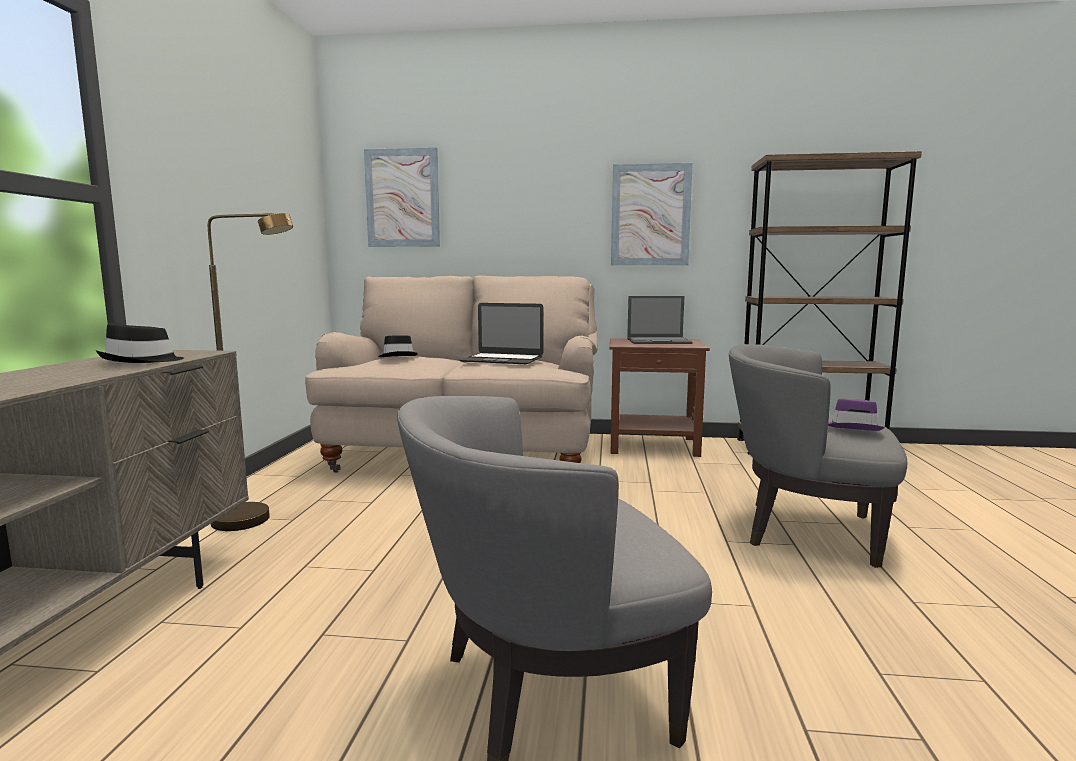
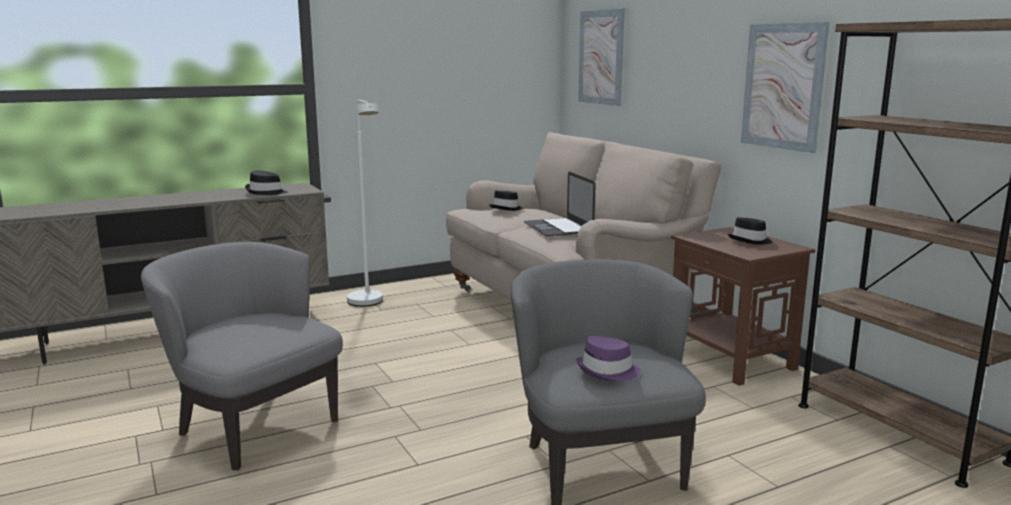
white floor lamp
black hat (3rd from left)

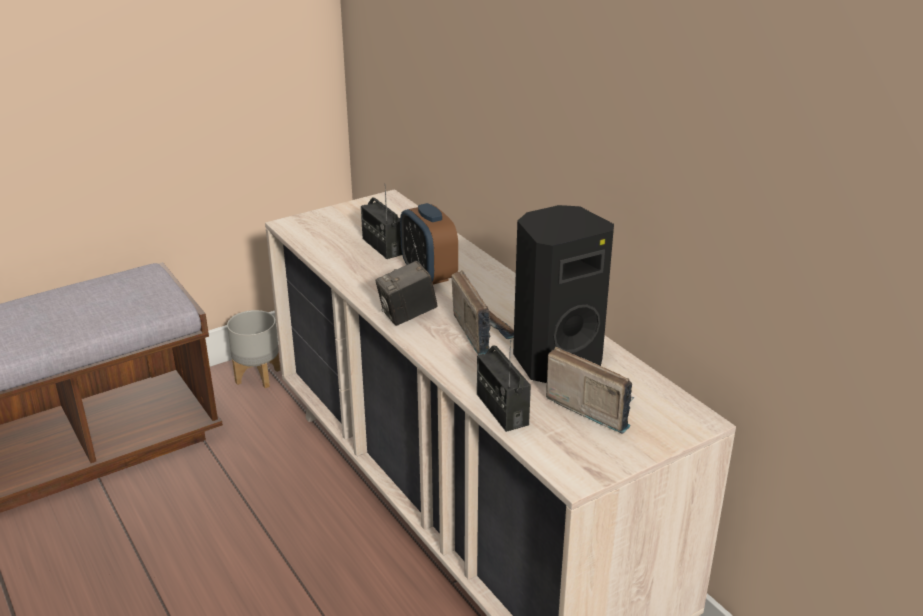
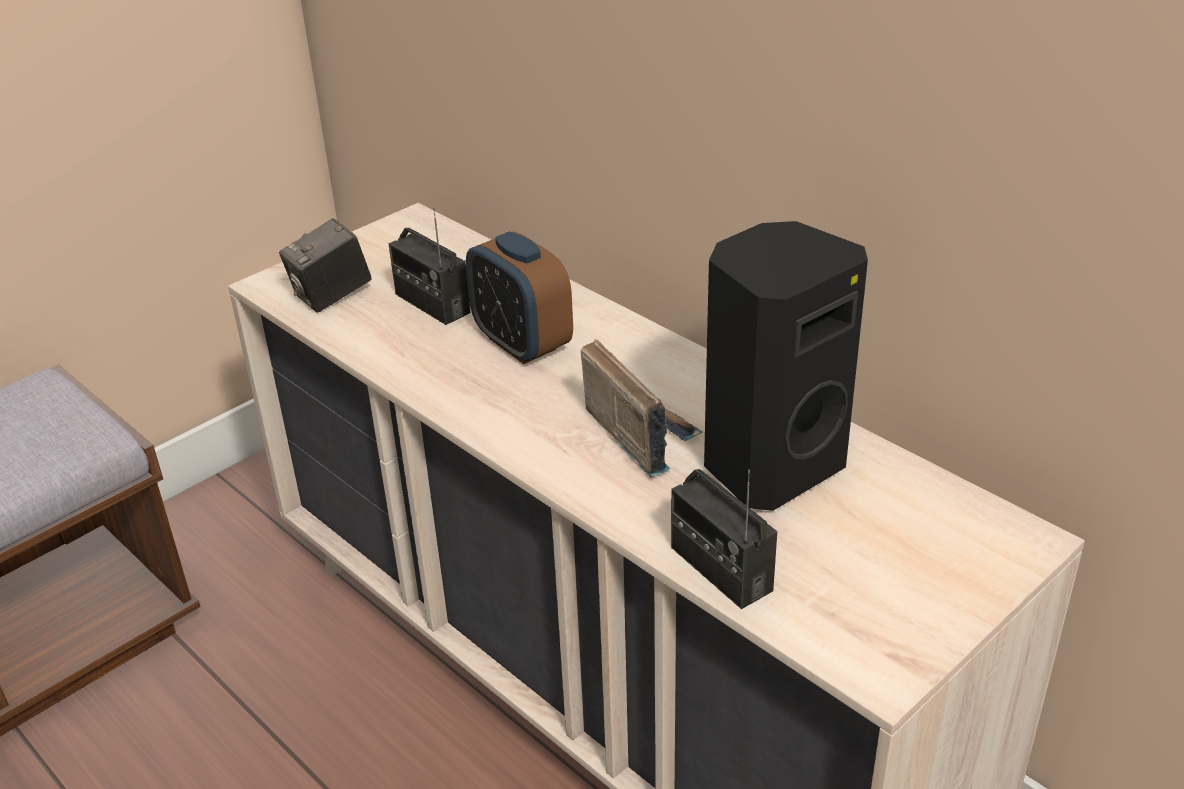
grey planter
photo camera
radio (4th from left in the first image)

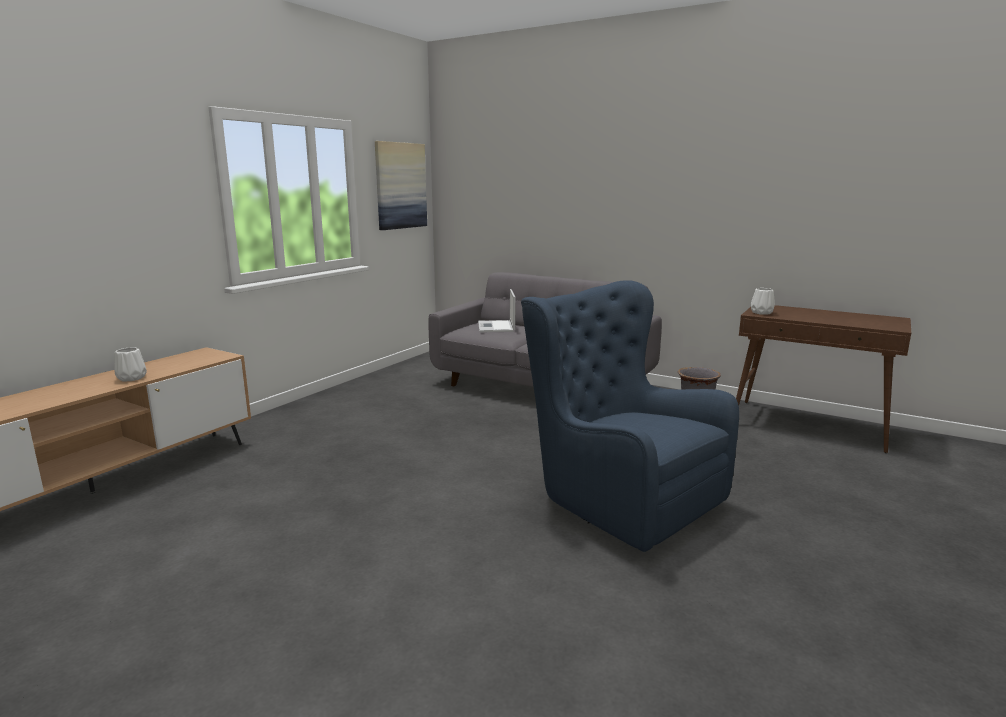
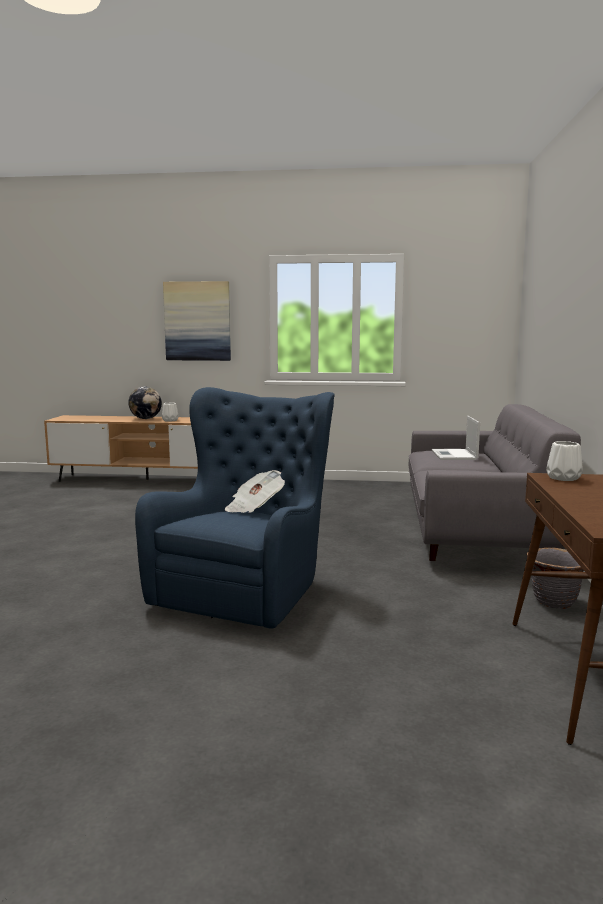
picture
laptop
globe
newspaper

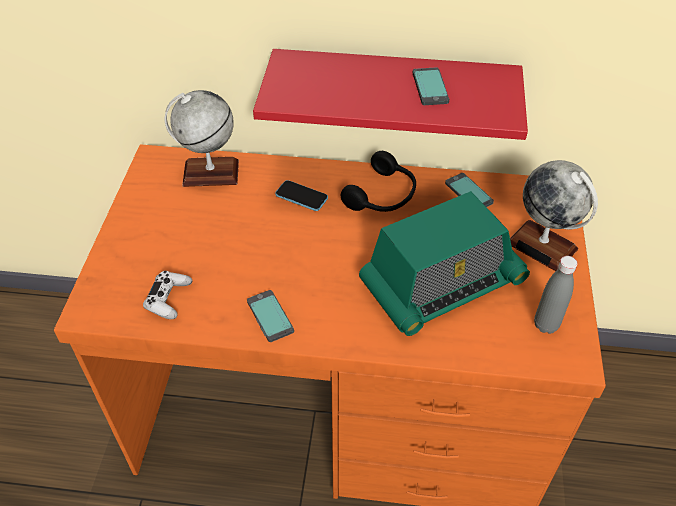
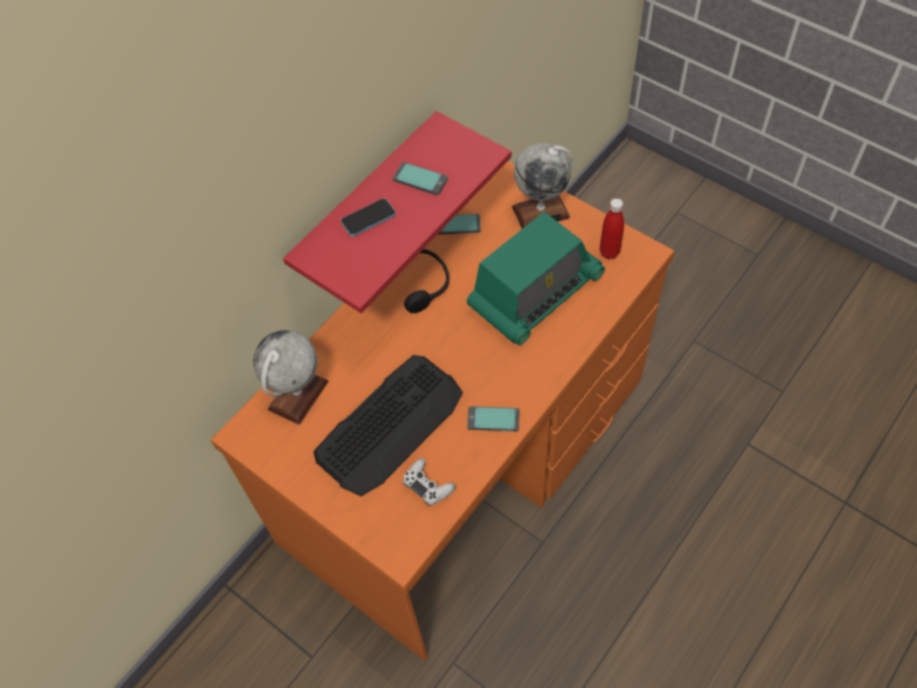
phone (1st from left)
radio
red bottle
keyboard

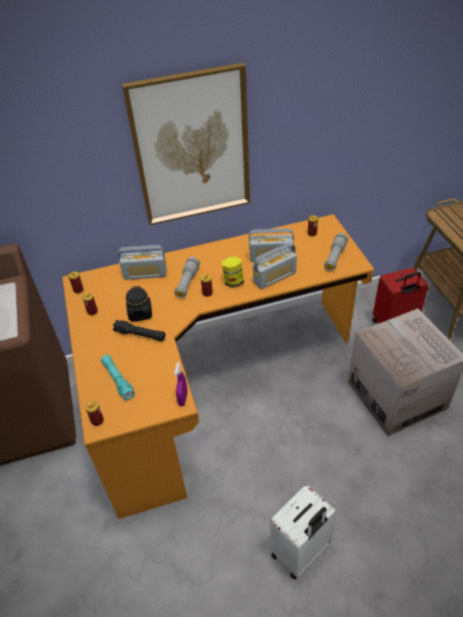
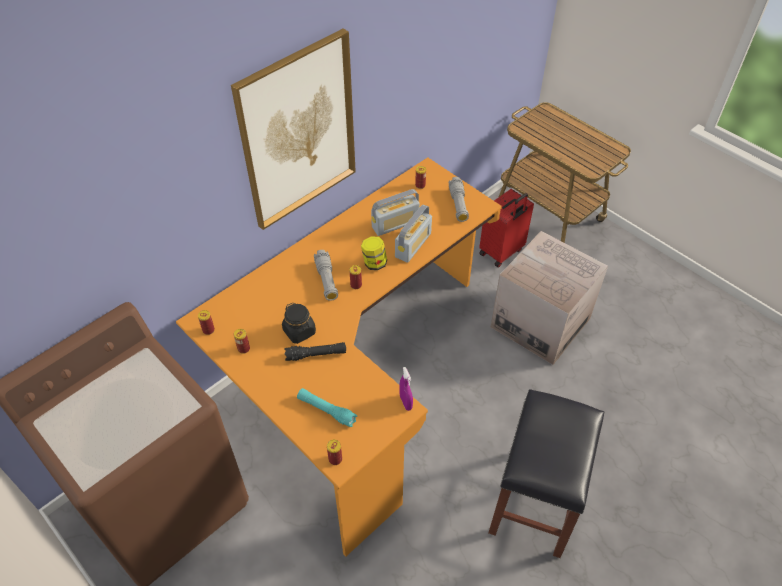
radio (1st from left in the first image)
black stool

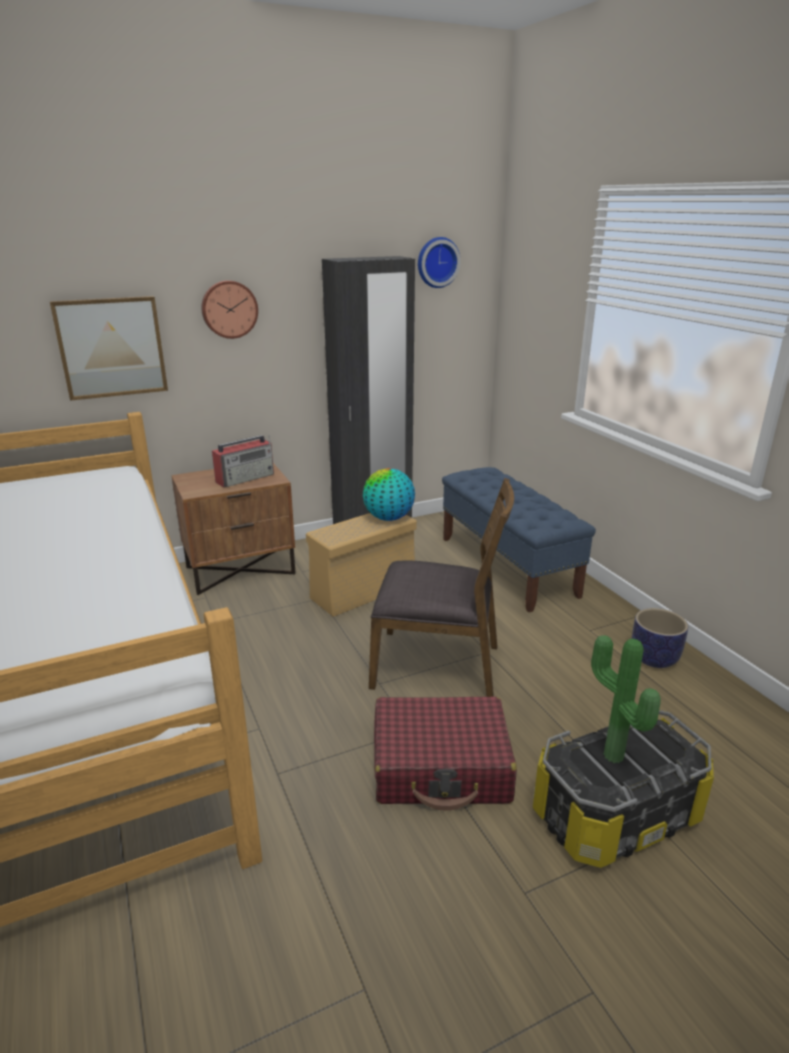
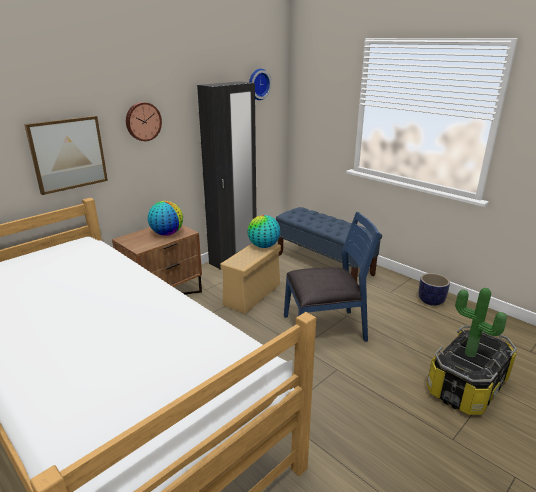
globe (1st from left)
blue chair
red suitcase

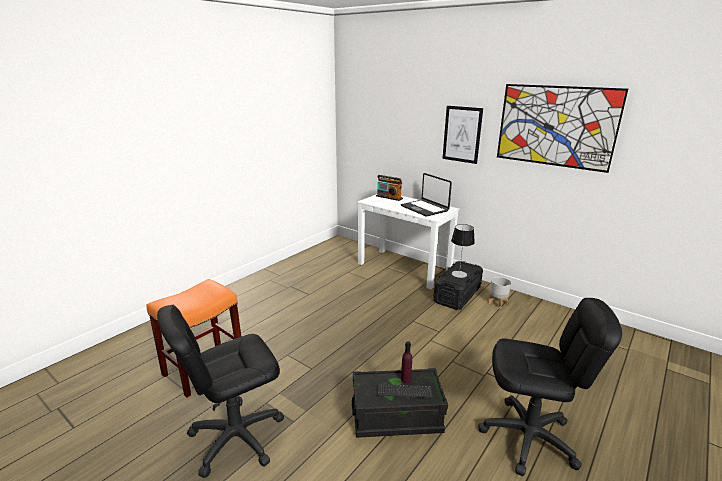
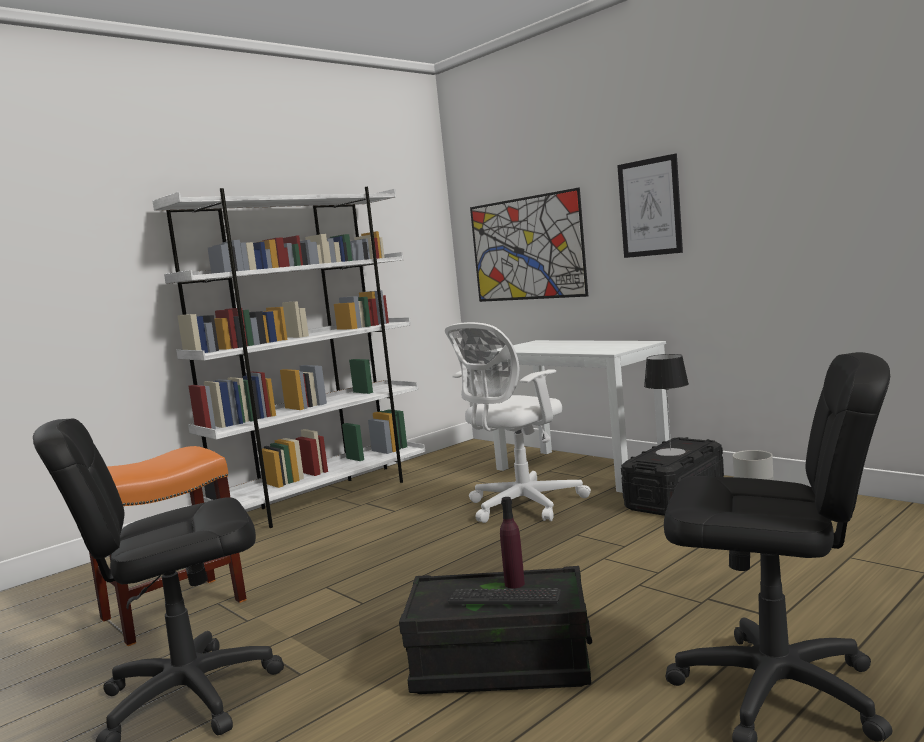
radio
laptop
picture (1st from left)
white bookcase
white office chair

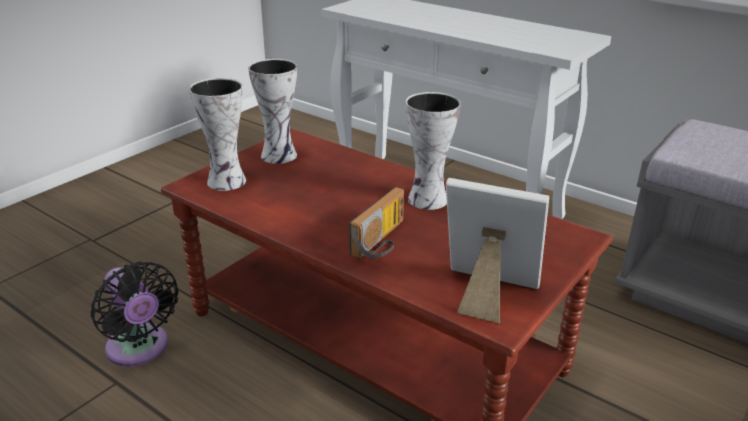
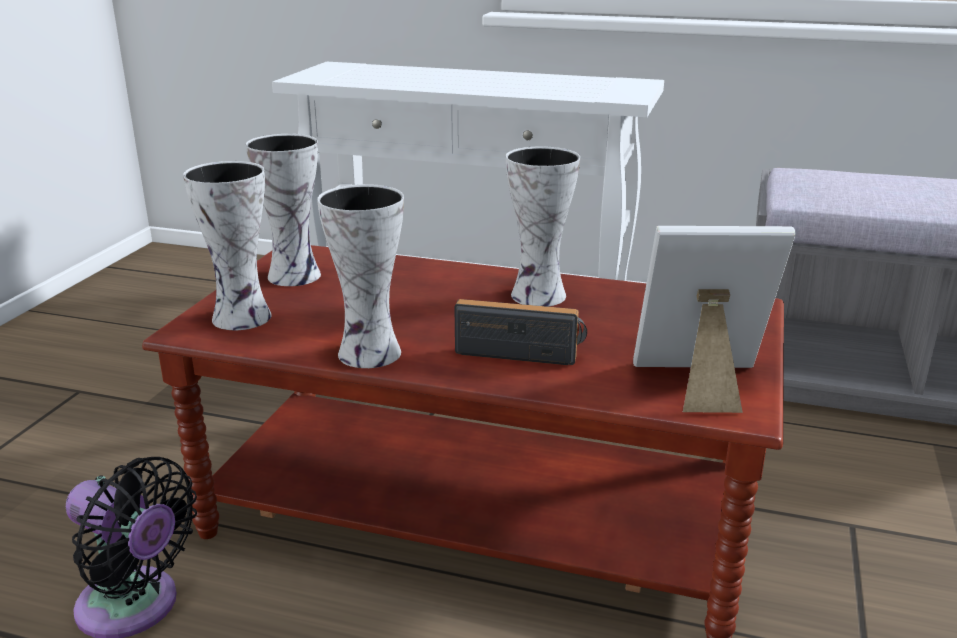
radio
vase (3rd from left)

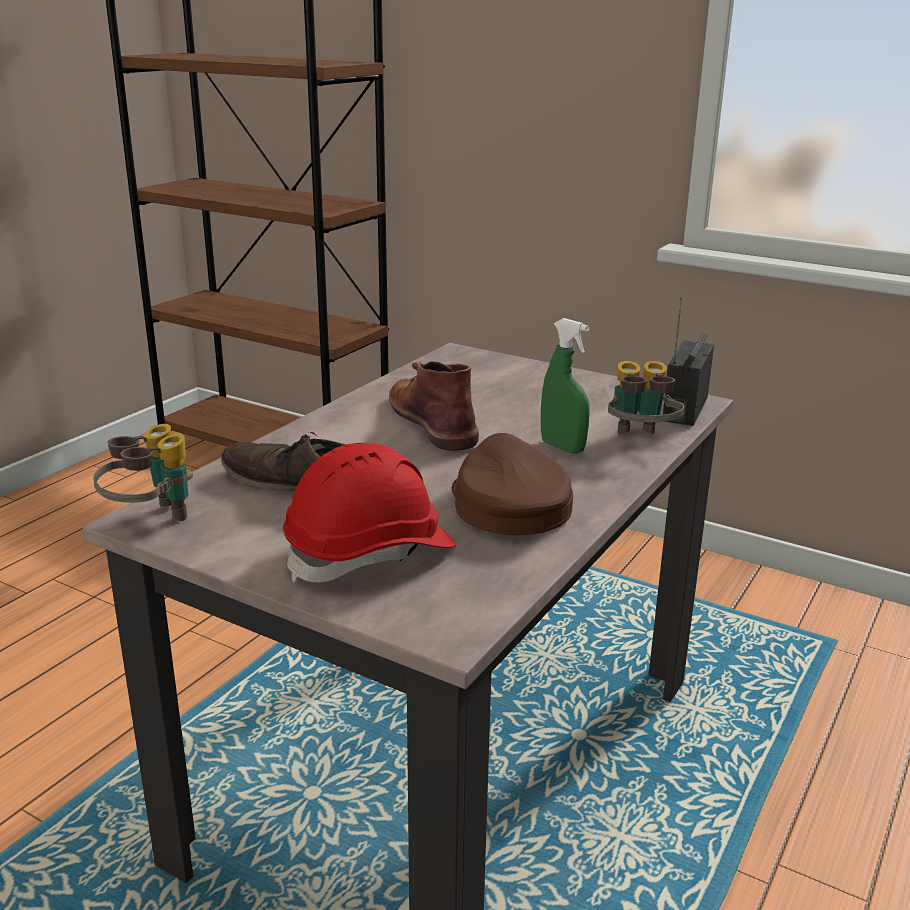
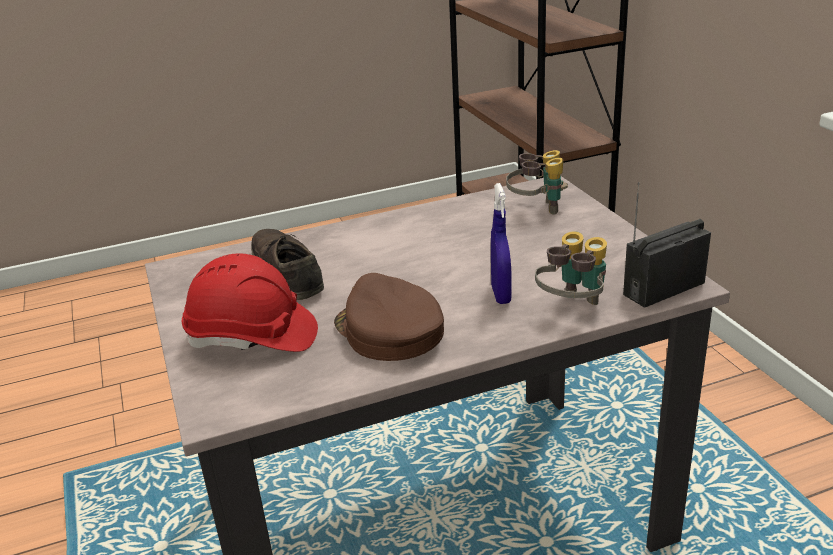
binoculars (1st from left)
brown boot
brown cap
blue spray bottle

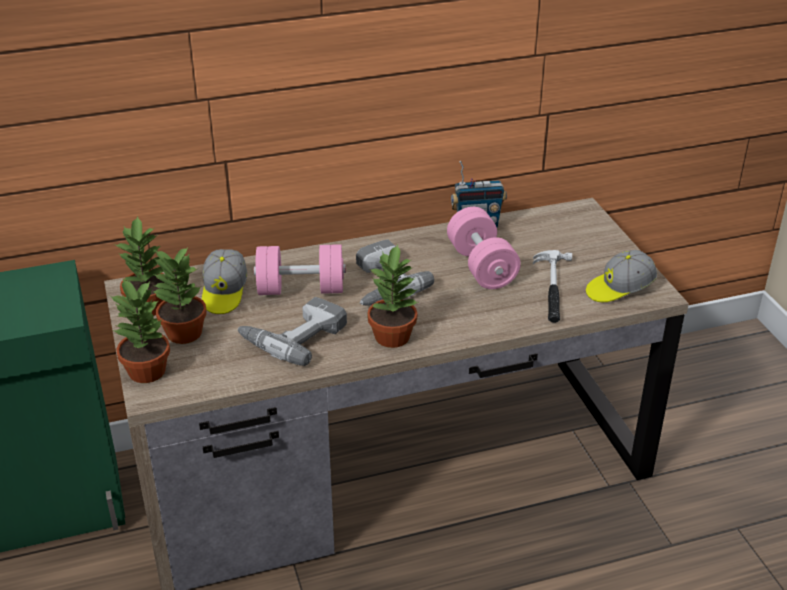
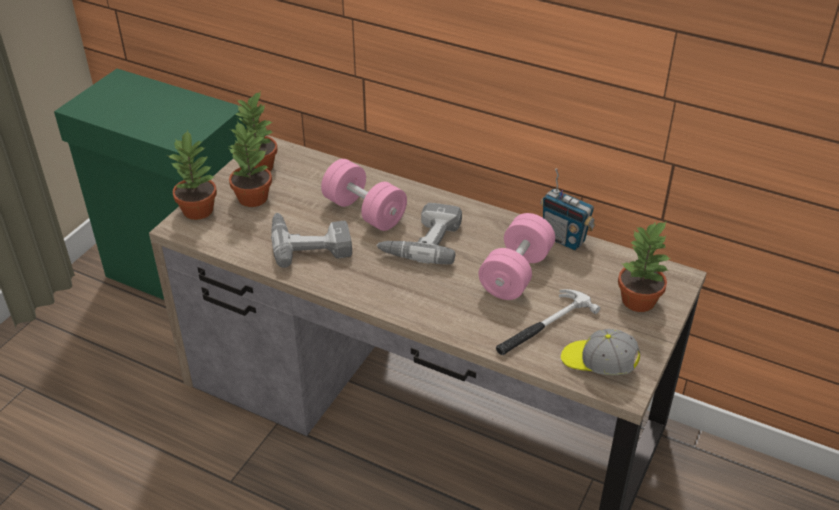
cap (1st from left in the first image)
potted plant (4th from left)

